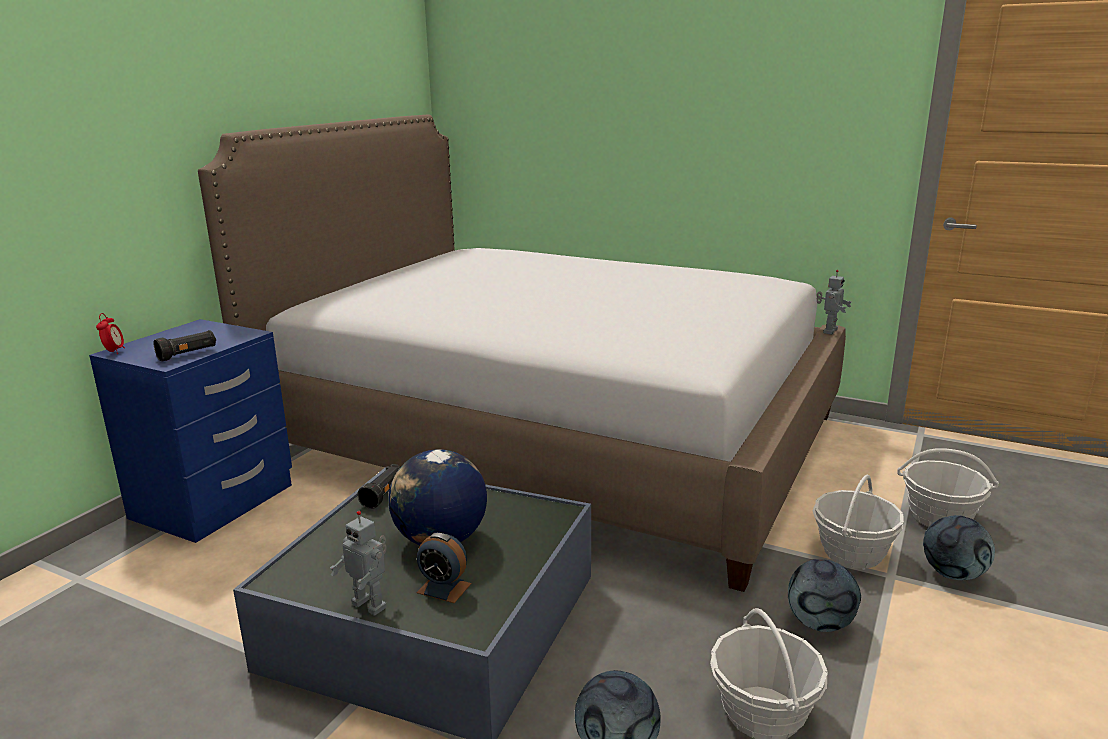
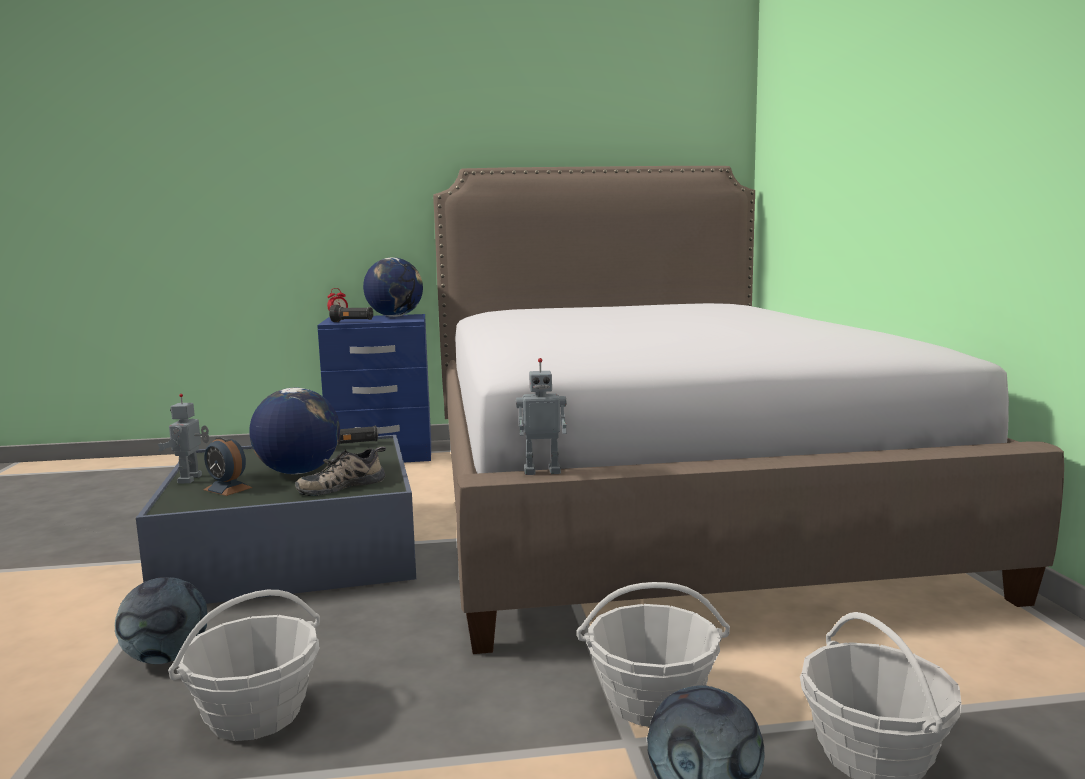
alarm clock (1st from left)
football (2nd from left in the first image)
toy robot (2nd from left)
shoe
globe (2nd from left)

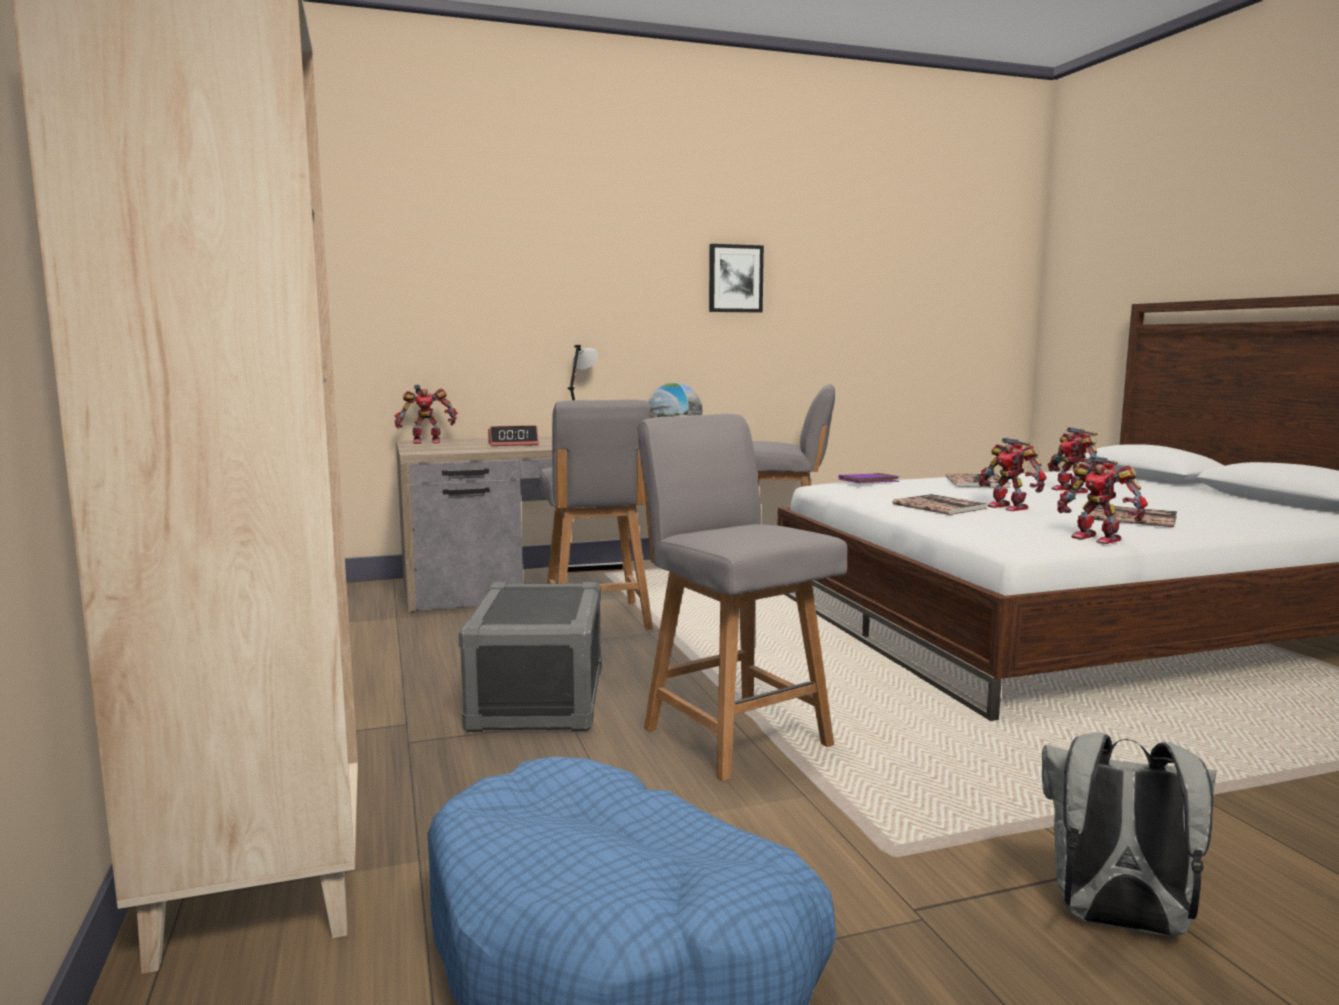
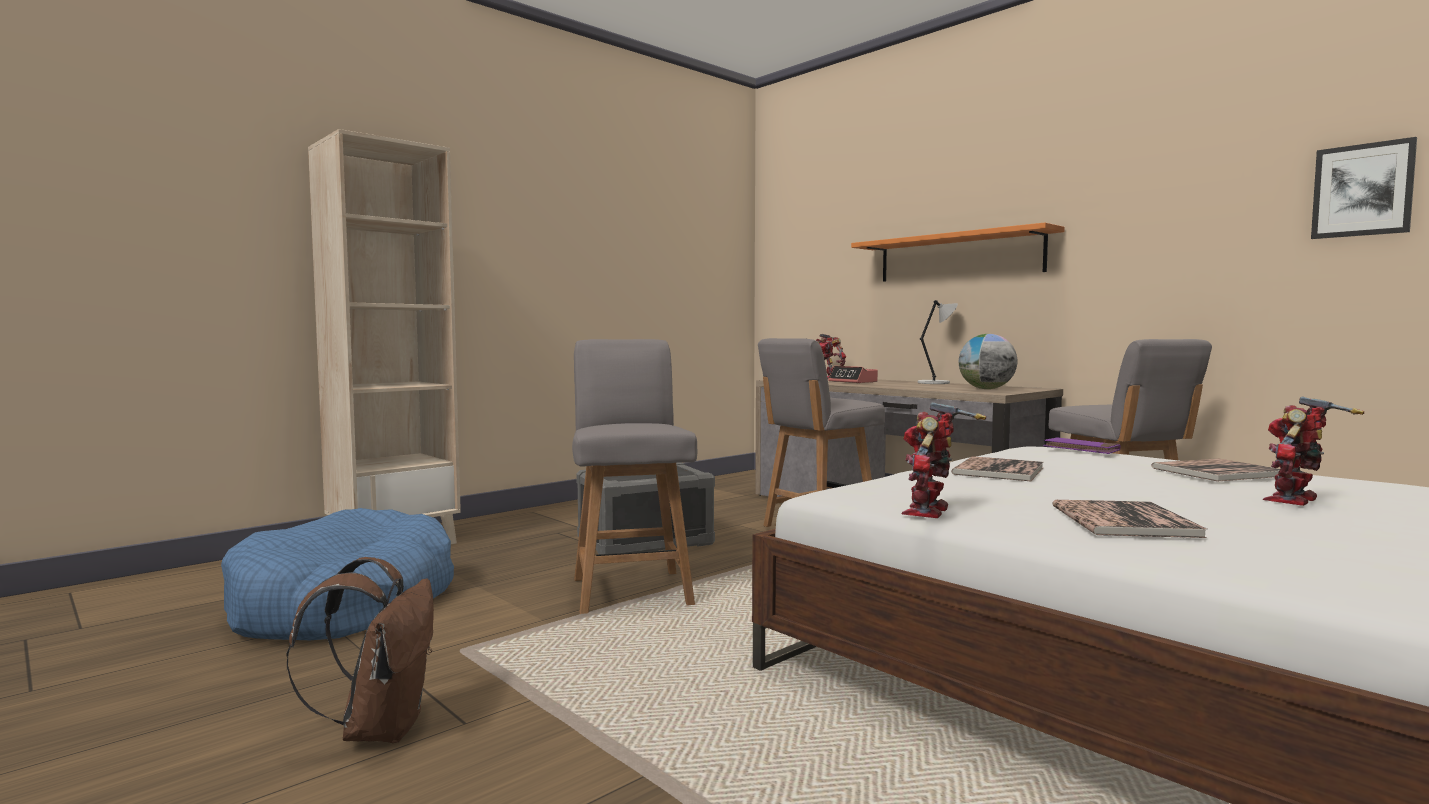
grey chair (1st from left)
picture
toy robot (2nd from left in the first image)
brown backpack
orange shelf

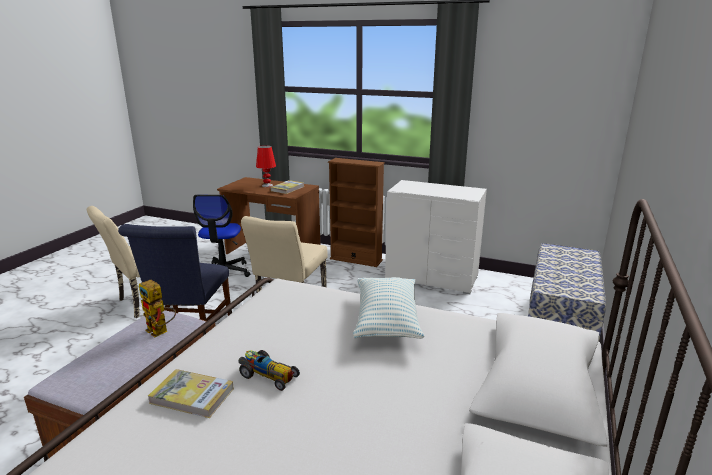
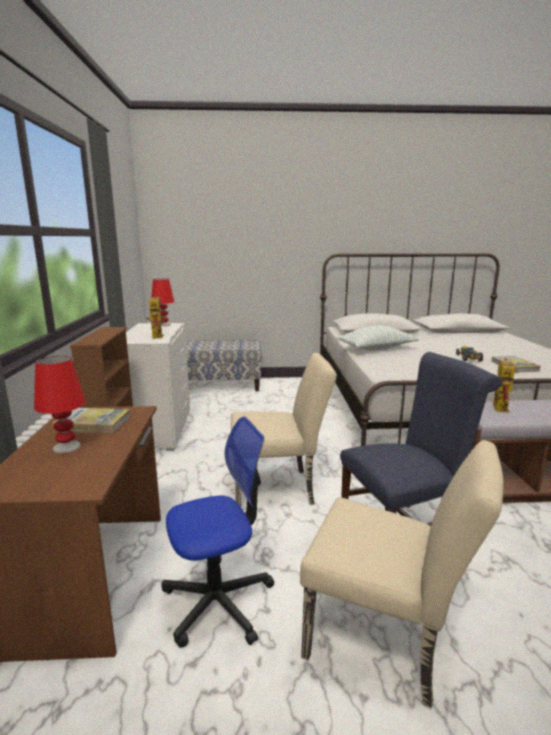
toy robot (1st from left)
red table lamp (2nd from left)

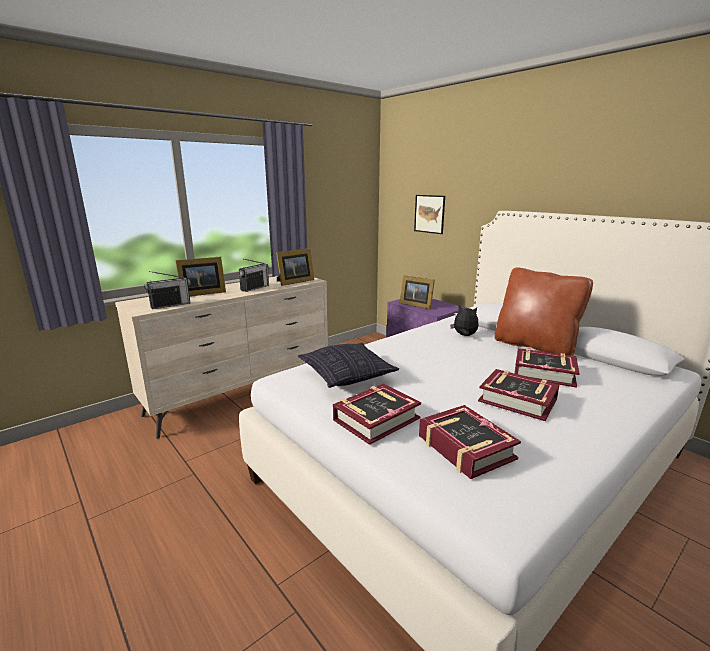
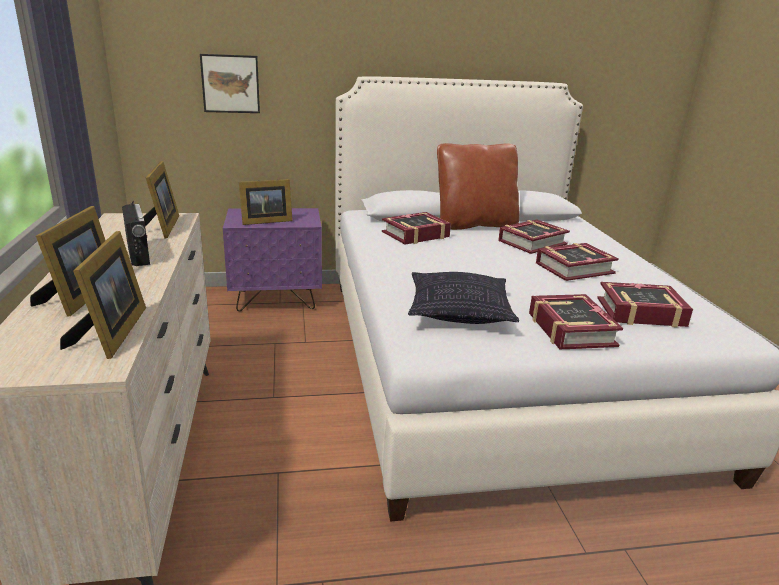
picture frame (2nd from left)
book (1st from left)

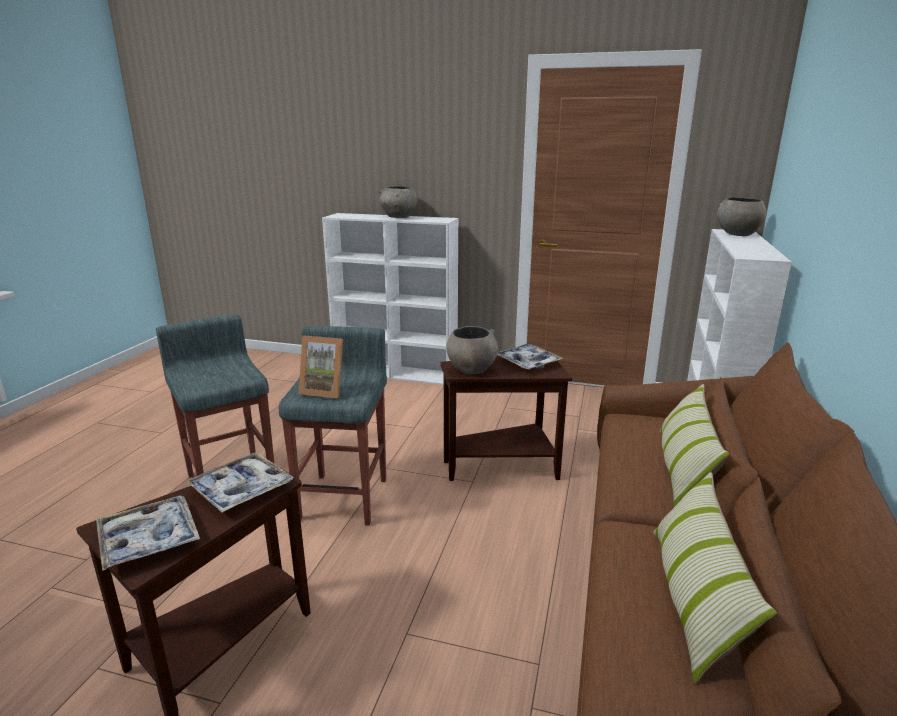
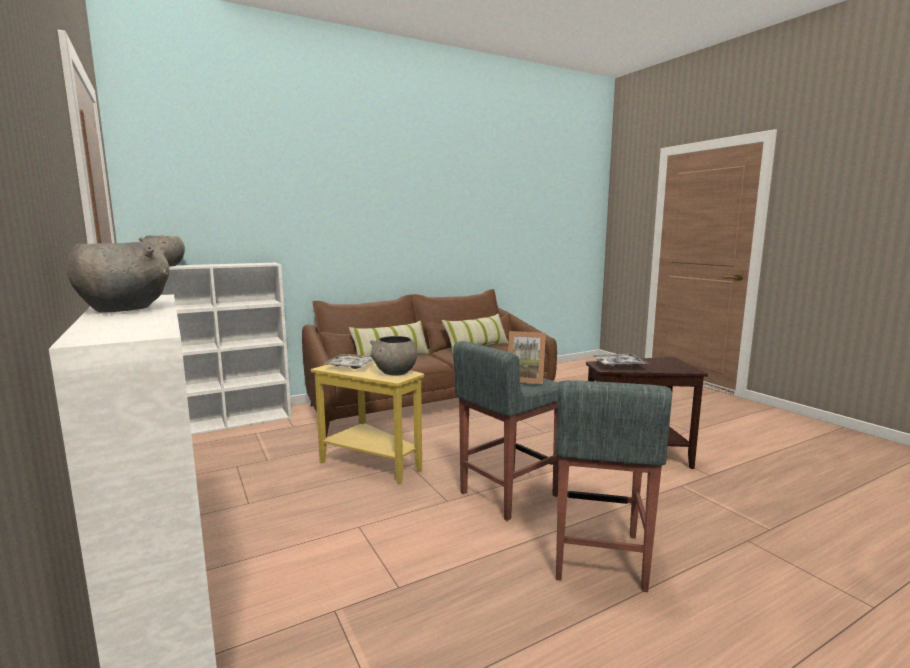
tray (1st from left in the first image)
picture frame
yellow side table

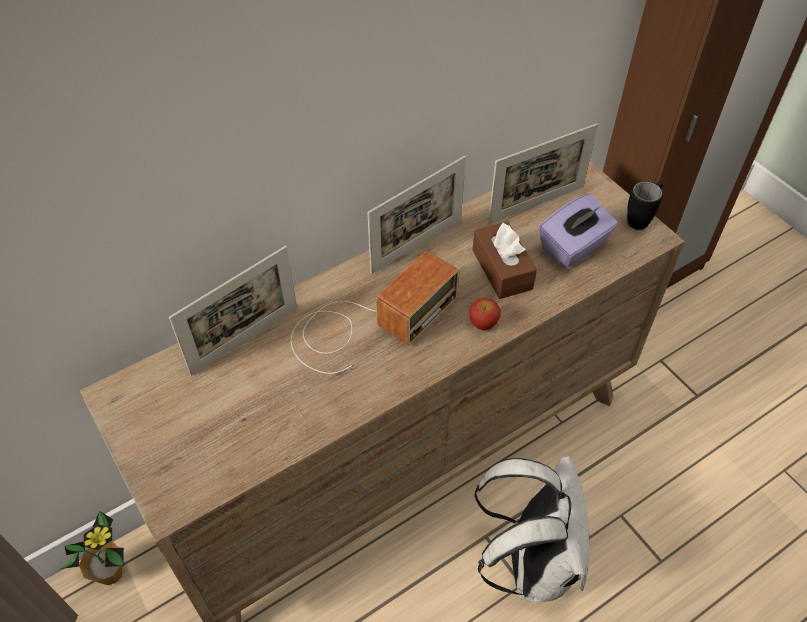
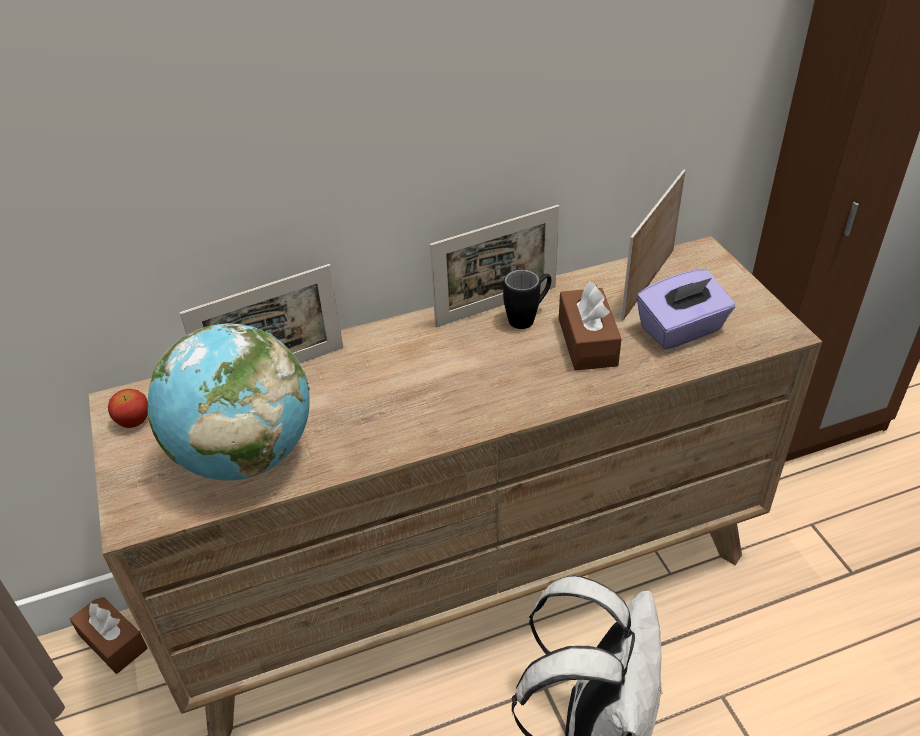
brown tissue box (1st from left)
radio
apple
picture frame (3rd from left)
black mug
globe

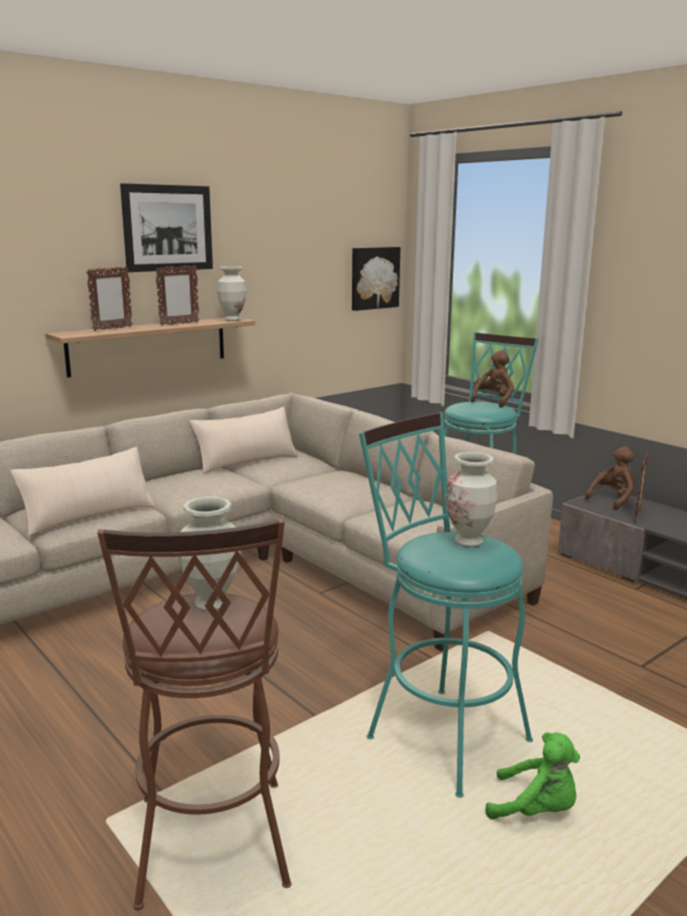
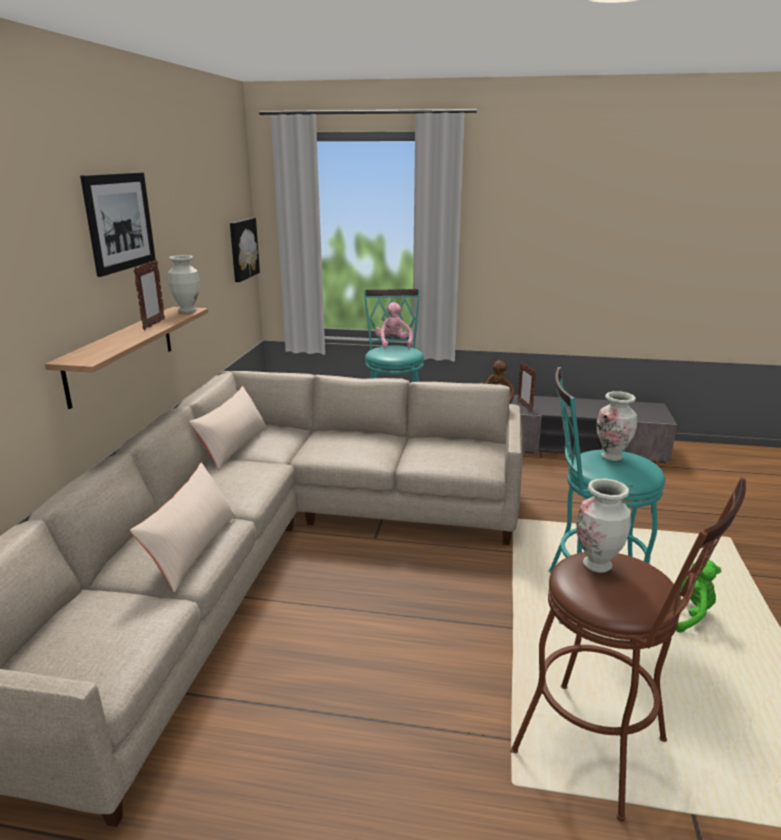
picture frame (1st from left in the first image)
pink plush toy

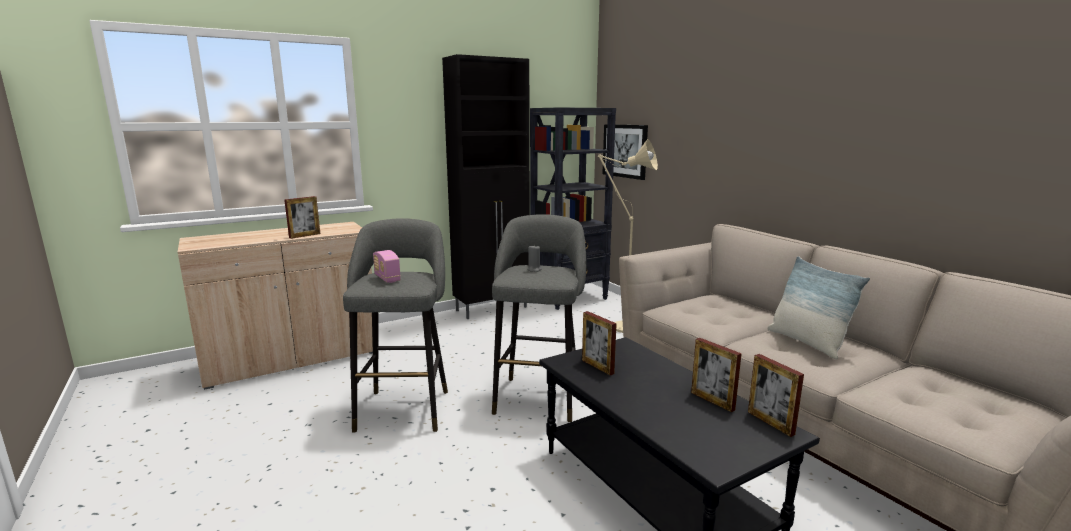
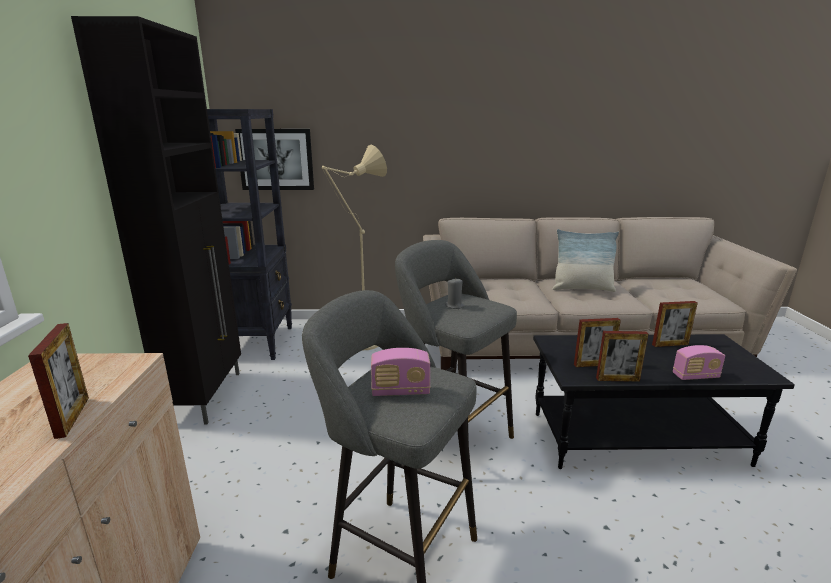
picture frame (3rd from left)
radio (2nd from left)

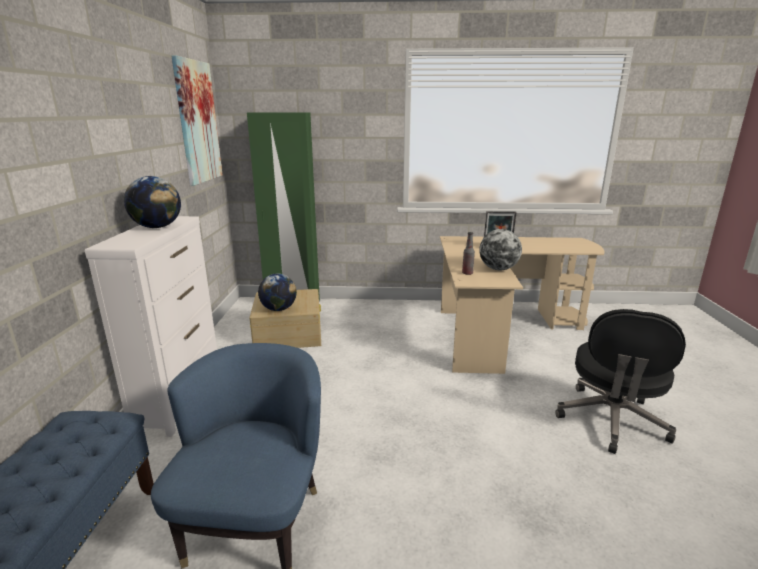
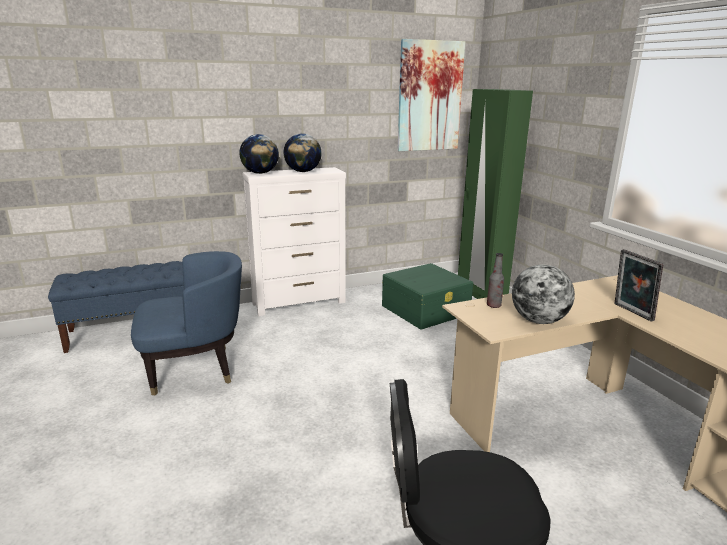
green storage box
globe (1st from left)

